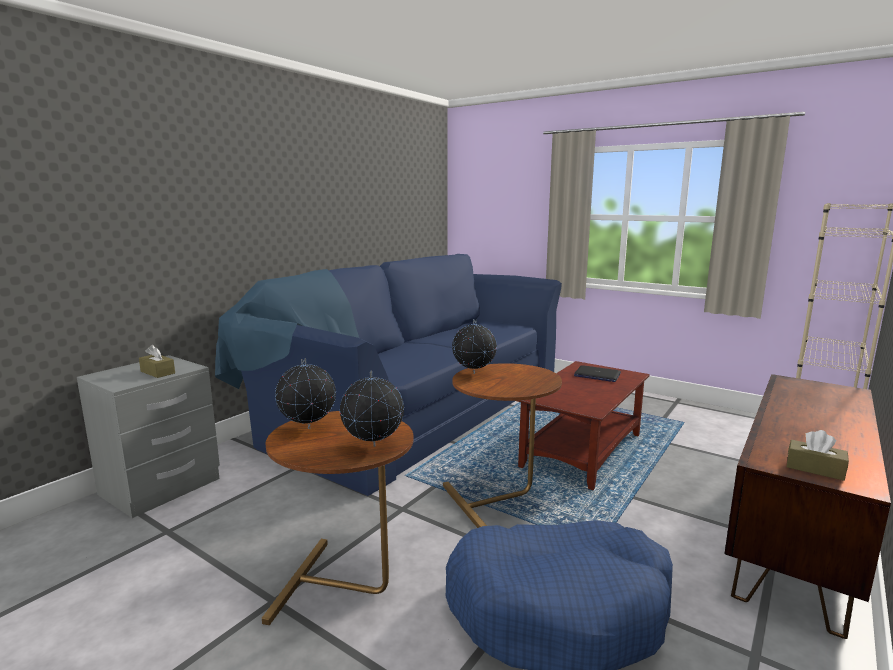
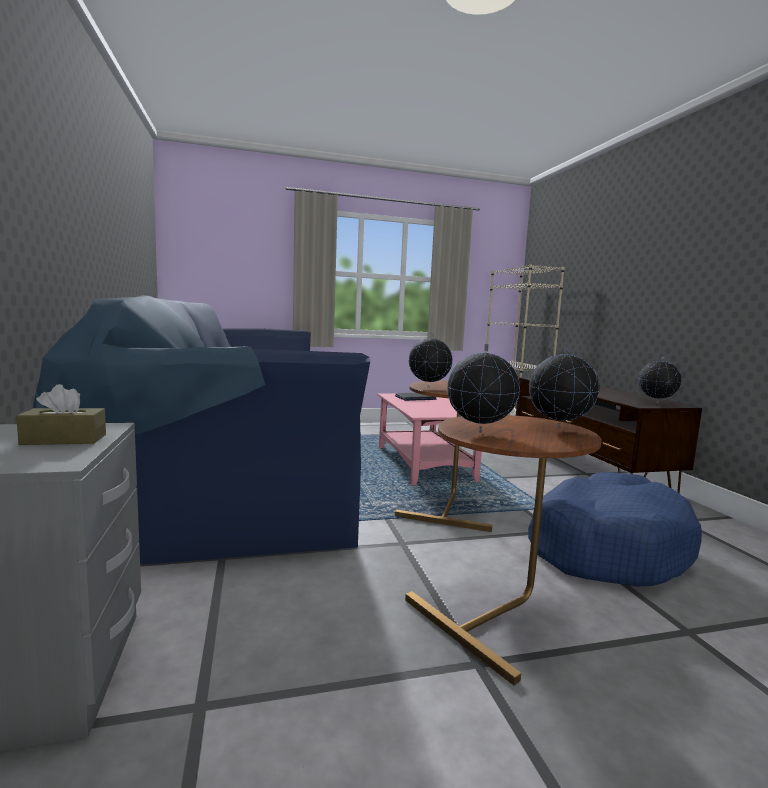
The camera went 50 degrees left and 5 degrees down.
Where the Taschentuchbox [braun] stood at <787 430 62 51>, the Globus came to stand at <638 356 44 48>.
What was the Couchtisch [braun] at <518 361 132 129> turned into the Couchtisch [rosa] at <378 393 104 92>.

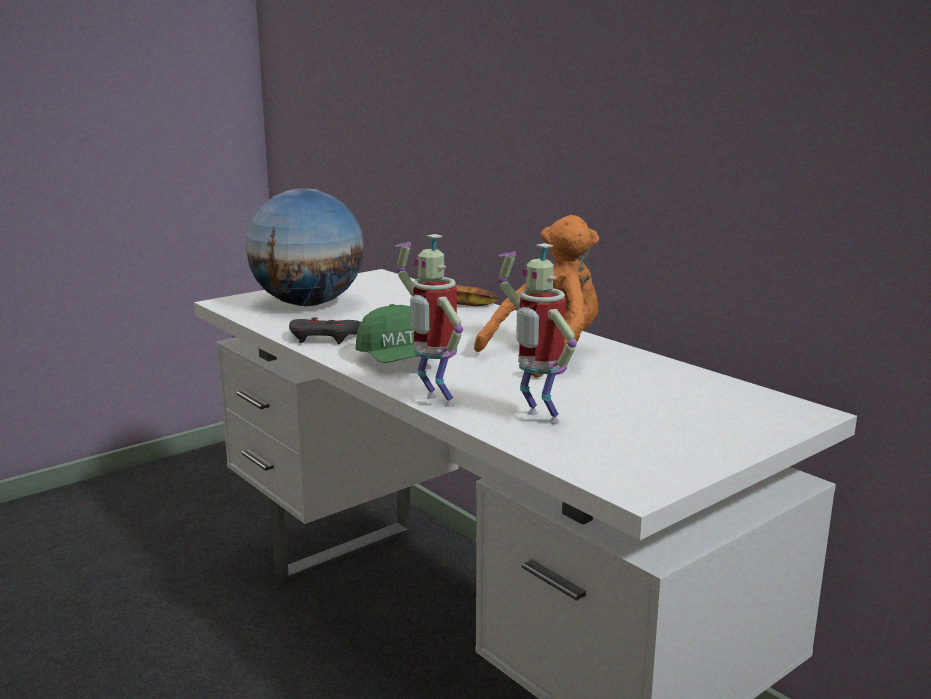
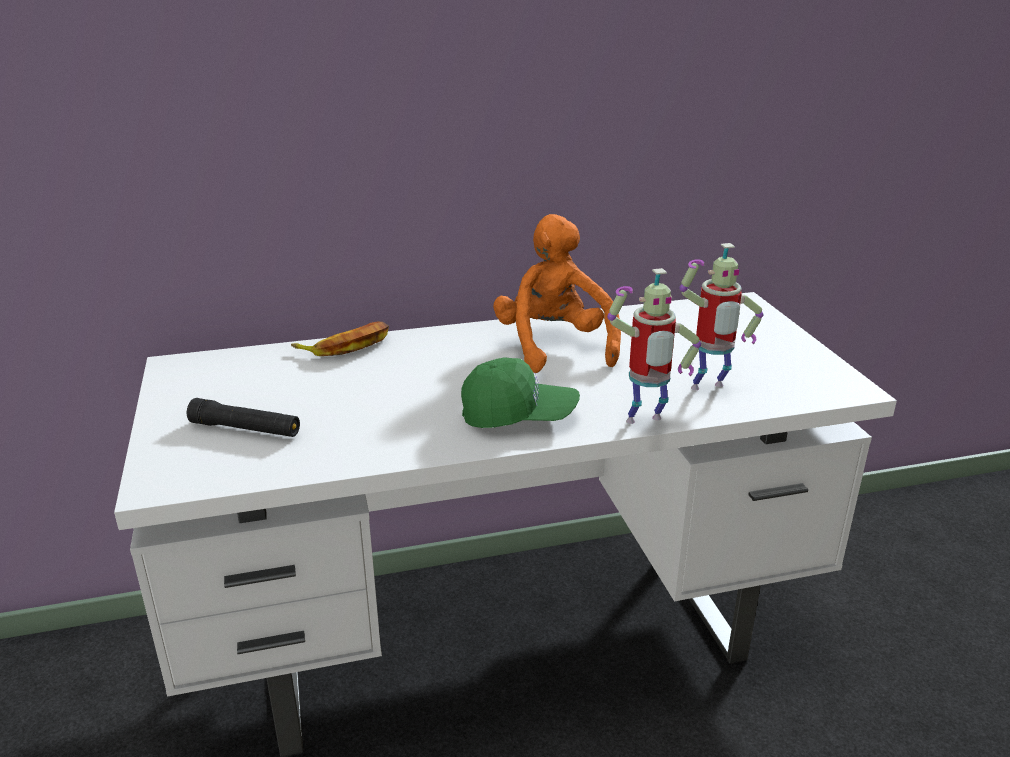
The camera went 65 degrees left and 10 degrees up.
The second view lost the Gamepad [grau] at <289 317 72 27>.
Where the Globus stood at <246 189 118 117>, the Taschenlampe [schwarz] came to stand at <187 398 113 39>.

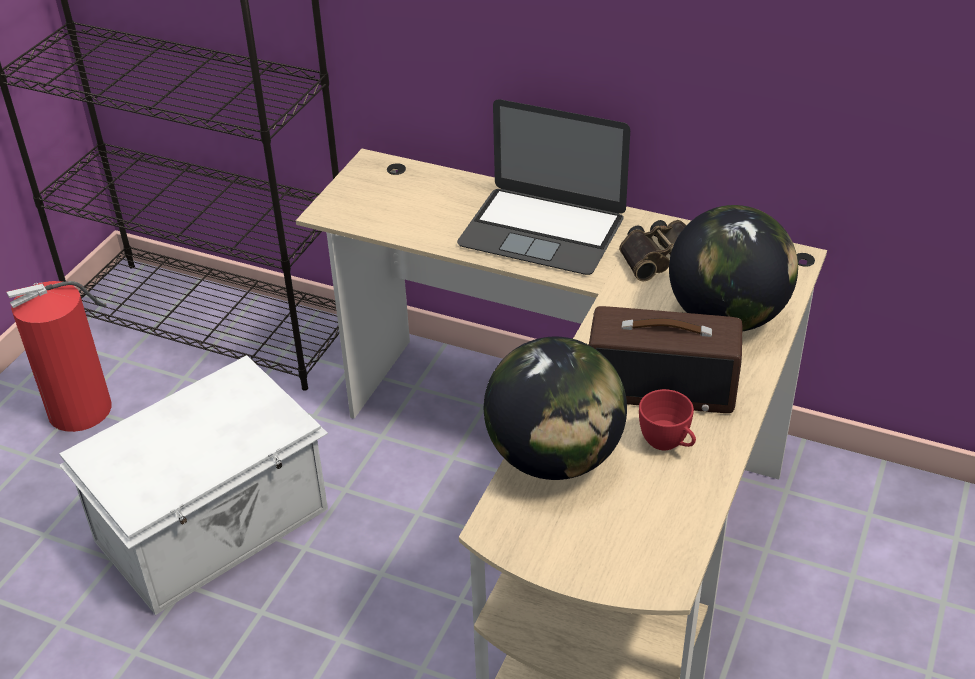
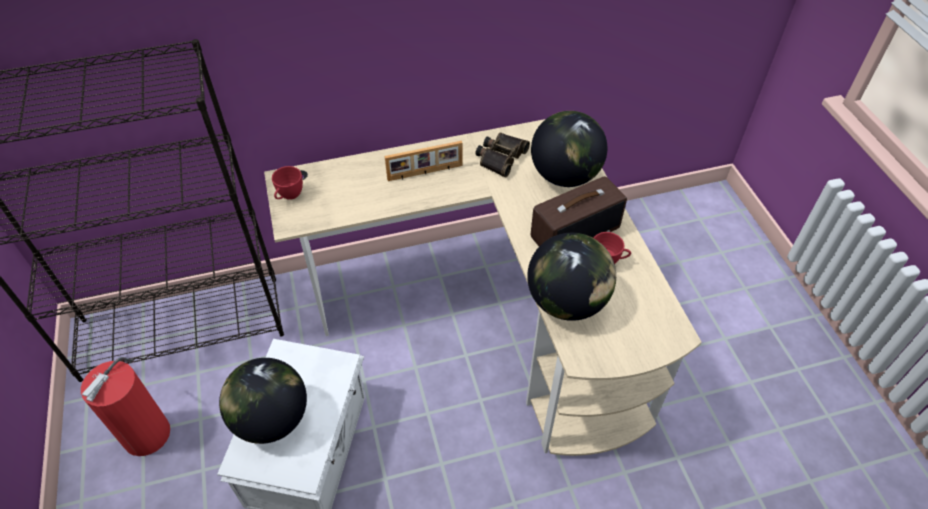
The camera went 40 degrees left and 10 degrees up.
The second view gained the Globus at <219 358 88 86>.
The second view gained the Tasse [rot] at <272 166 31 34>.
Where the Laptop stood at <457 99 173 176>, the Bilderrahmen came to stand at <385 141 78 40>.

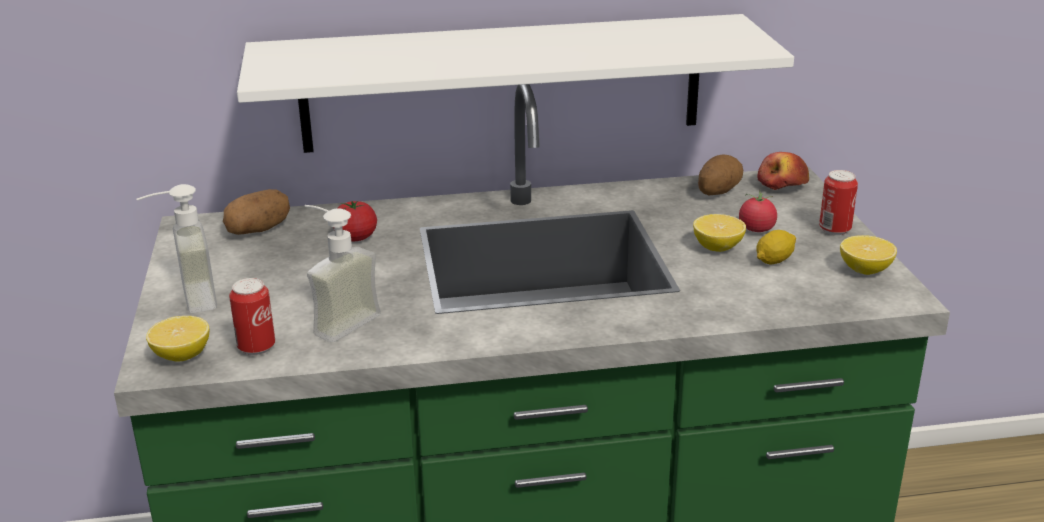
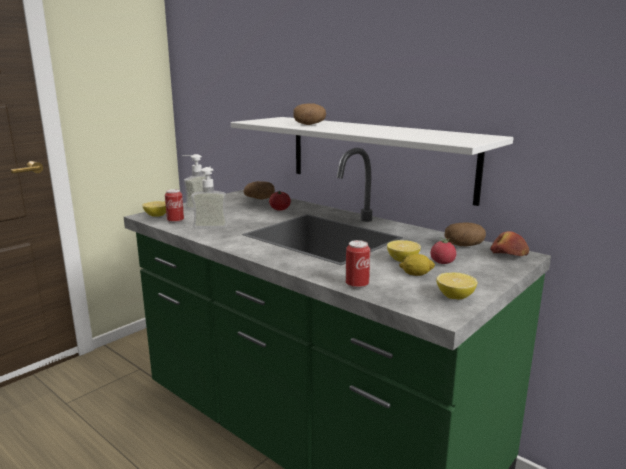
The camera went 50 degrees right and 10 degrees down.
The second view gained the Kartoffel at <293 103 33 22>.
The Dose ended up elsewhere, having gone from <819 170 39 66> to <346 240 24 49>.

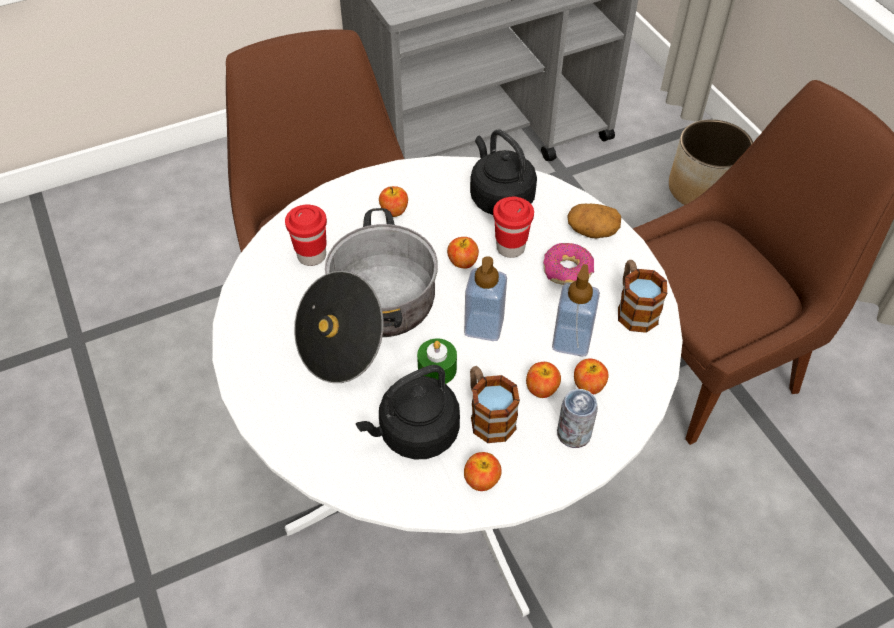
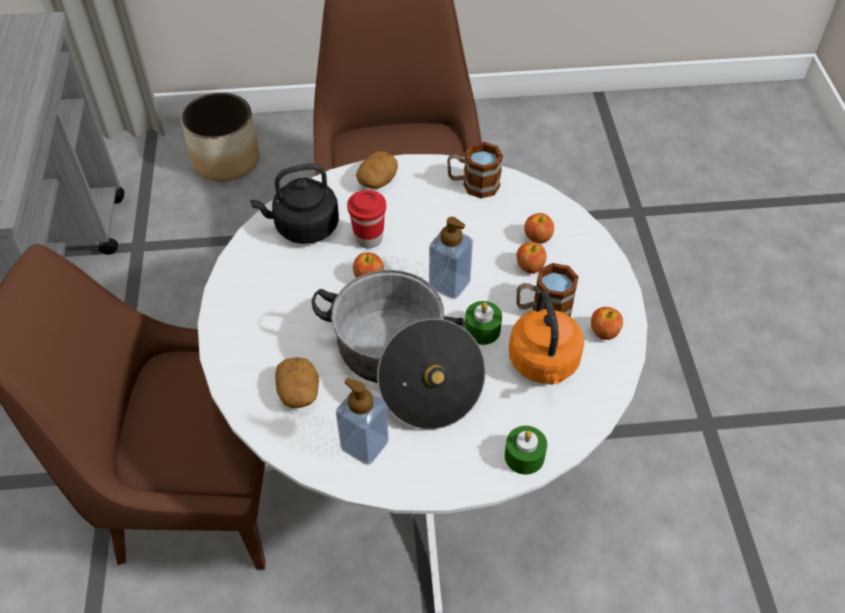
The camera went 70 degrees left and 0 degrees up.
The second view lost the Apfel at <379 186 29 31>.
The second view lost the Donut at <543 243 51 42>.
The second view lost the Dose at <557 389 41 59>.
The second view gained the Kerze [grün] at <505 426 42 49>.
The Seifenspender ended up elsewhere, having gone from <552 264 48 93> to <336 378 53 87>.
Where the Tasse [rot] stood at <285 205 42 61>, the Kartoffel came to stand at <275 357 44 51>.
What was the Wasserkessel [schwarz] at <356 365 104 95> turned into the Wasserkessel [orange] at <509 291 75 94>.

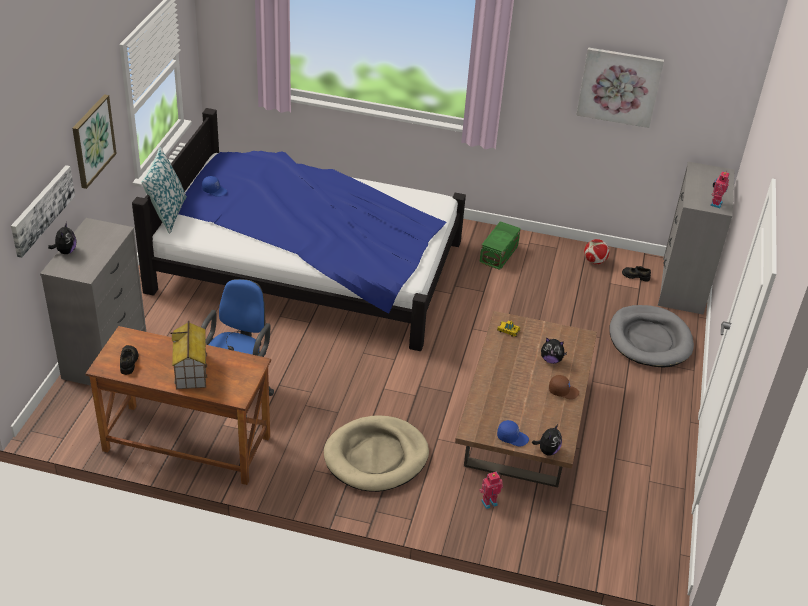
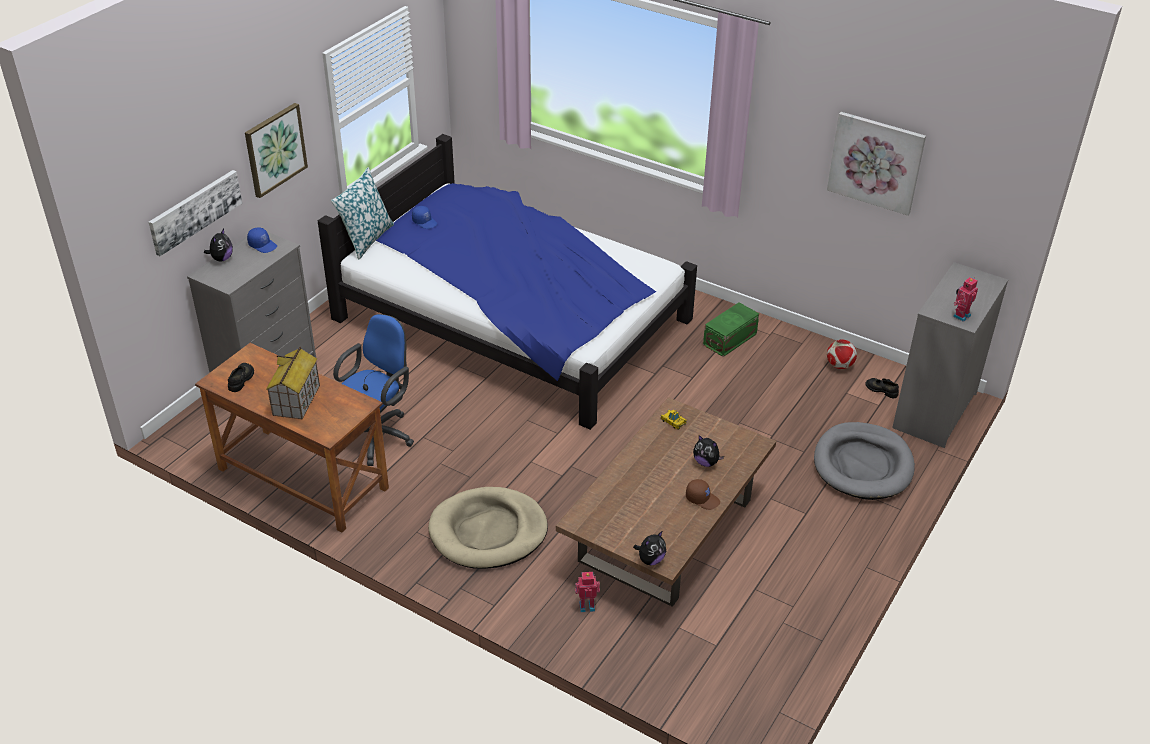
The camera went 20 degrees right and 0 degrees up.
The Kappe [blau] ended up elsewhere, having gone from <497 420 32 26> to <247 227 30 26>.

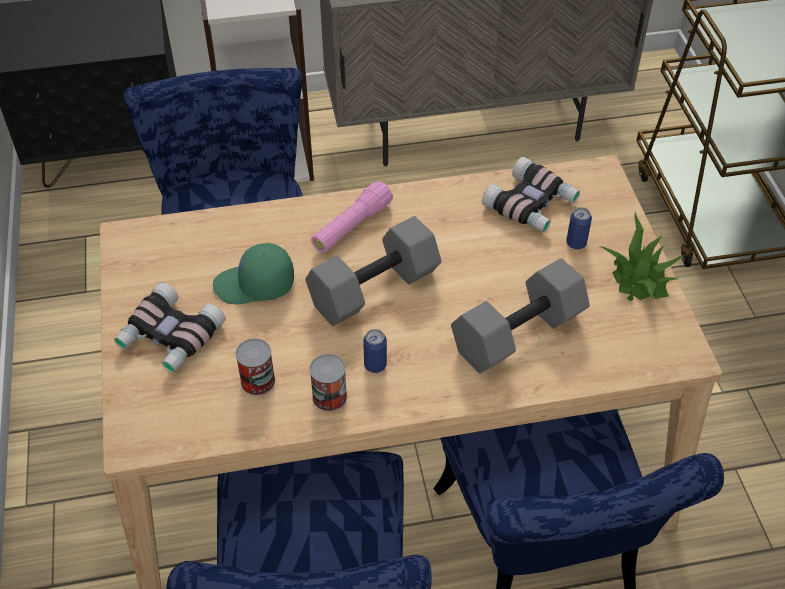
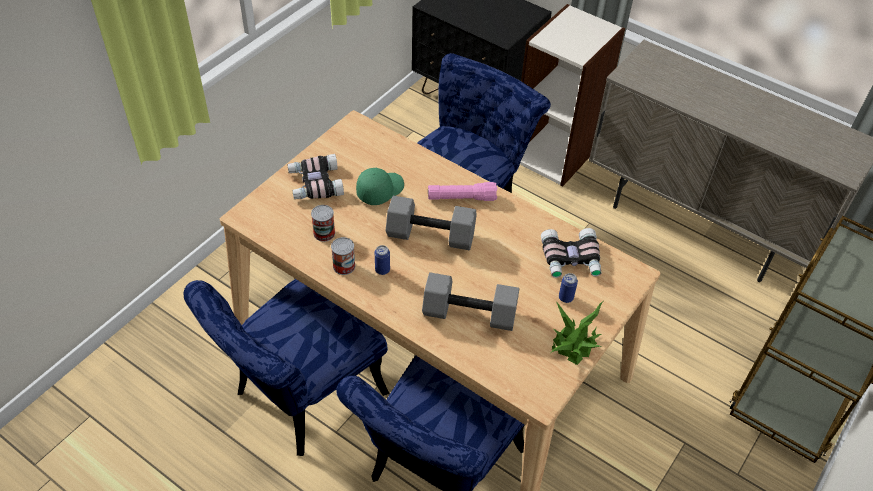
The camera went 45 degrees right and 0 degrees up.
The Kappe [grün] at <213 243 81 62> ended up facing another way, 90 degrees clockwise from before.

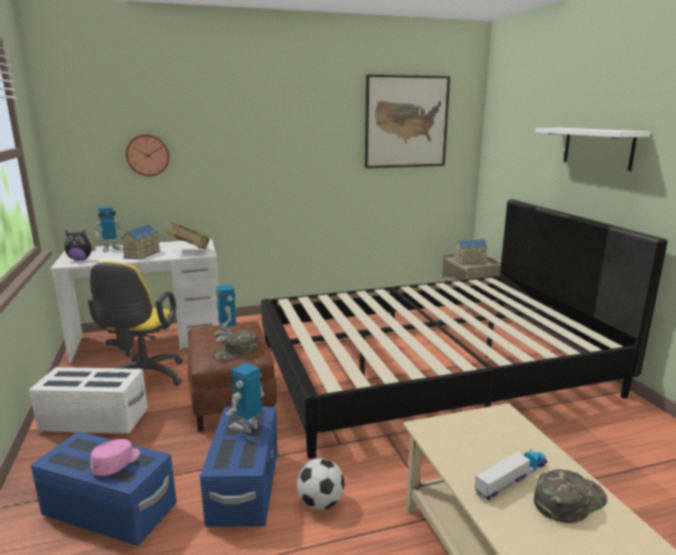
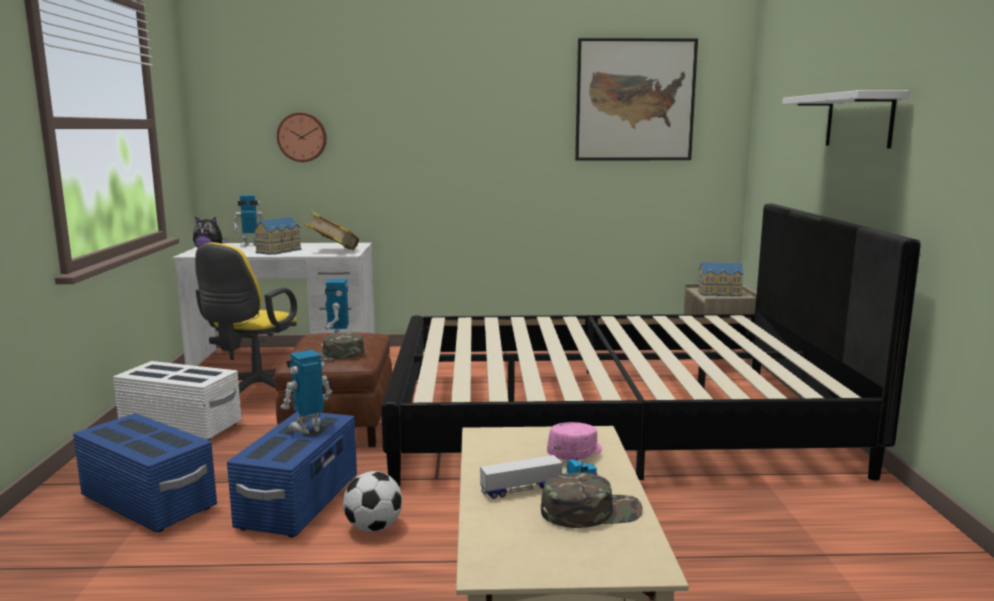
The camera went 15 degrees right and 5 degrees down.
The Kappe [rosa] ended up elsewhere, having gone from <90 439 50 37> to <547 422 55 39>.

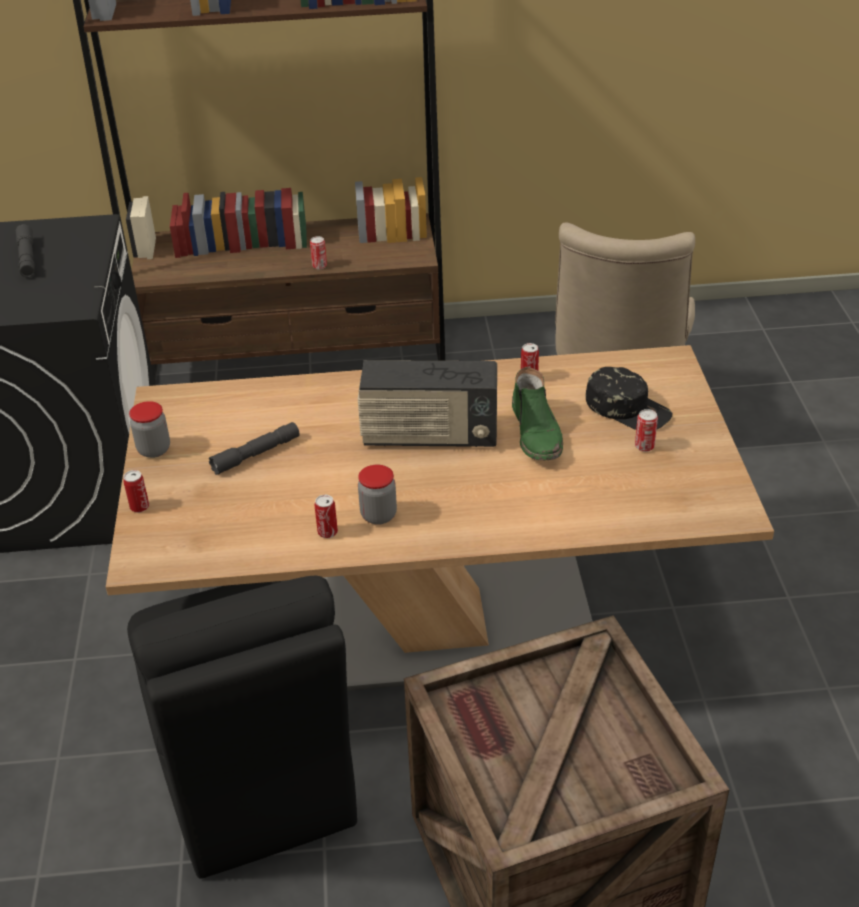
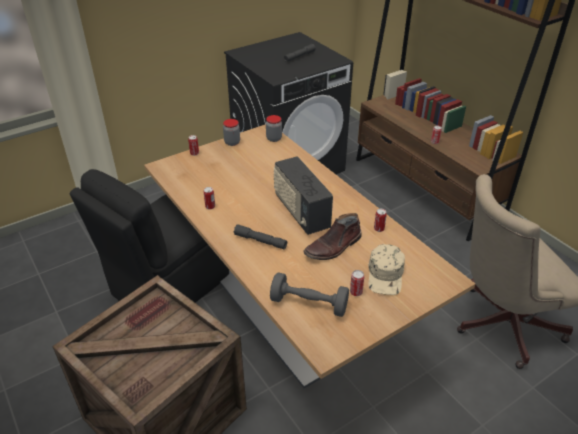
The camera went 60 degrees right and 0 degrees up.
The second view gained the Hantel [grau] at <270 272 79 45>.
The Taschenlampe [grau] ended up elsewhere, having gone from <209 422 91 53> to <234 224 53 25>.
The Vorratsglas ended up elsewhere, having gone from <358 464 39 61> to <266 115 16 27>.
What was the Stiefel [grün] at <512 367 51 93> turned into the Stiefel [braun] at <303 213 59 47>.
What was the Kappe [schwarz] at <586 367 87 63> turned into the Kappe [beige] at <369 244 36 51>.

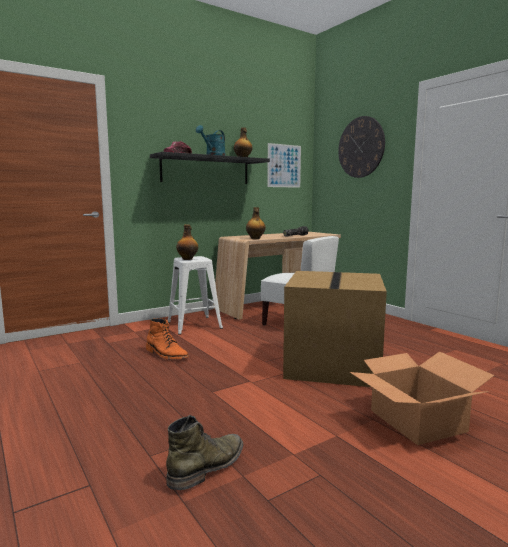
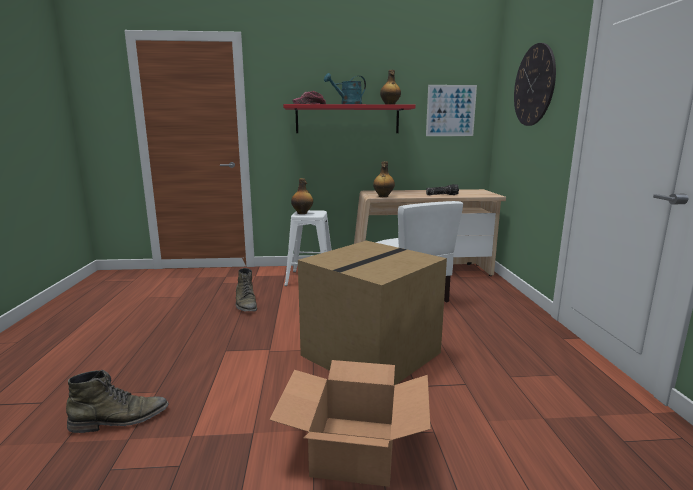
The camera went 30 degrees right and 5 degrees up.
What was the Stiefel [orange] at <146 318 43 41> turned into the Stiefel [grün] at <236 268 21 43>.
What was the Wandregal [schwarz] at <150 152 120 32> turned into the Wandregal [rot] at <283 104 133 29>.

